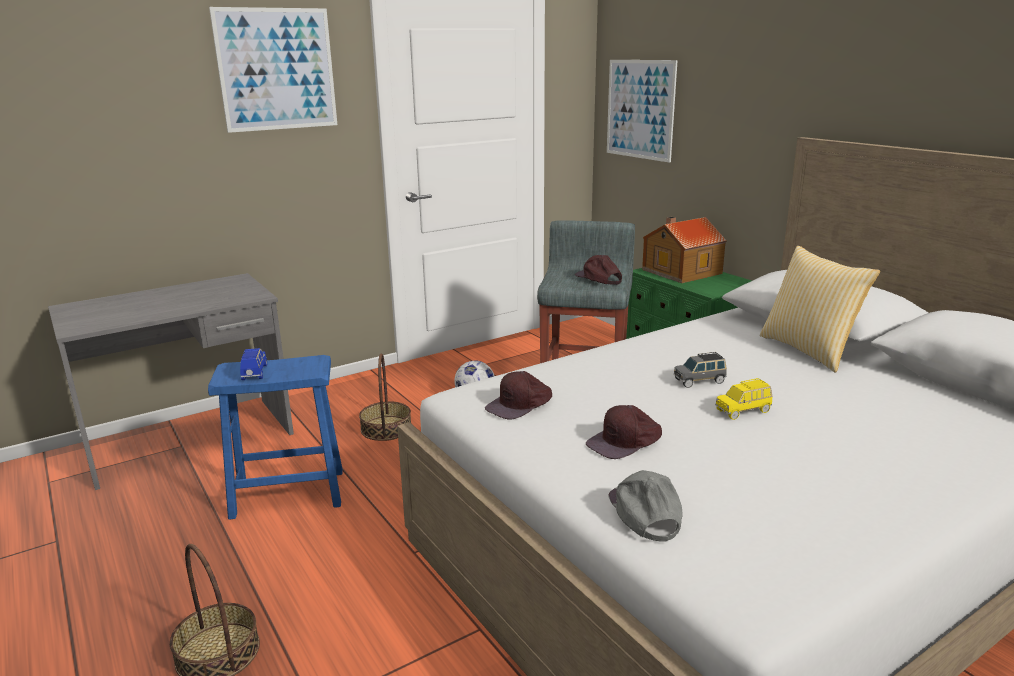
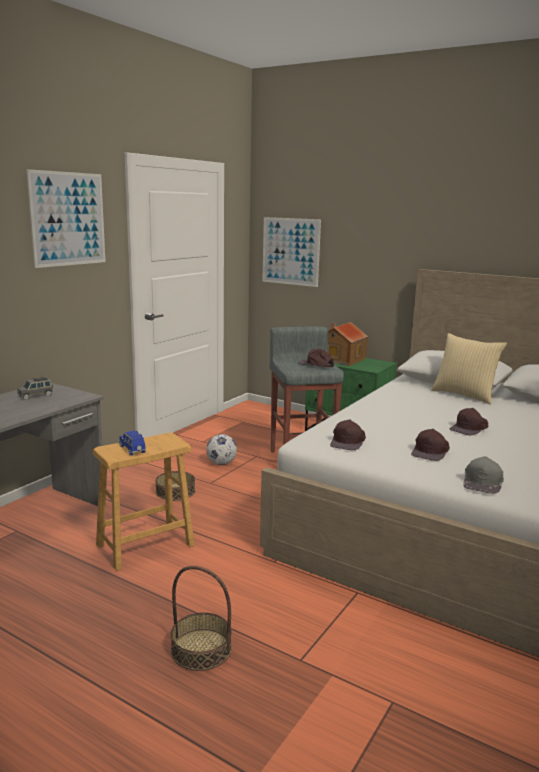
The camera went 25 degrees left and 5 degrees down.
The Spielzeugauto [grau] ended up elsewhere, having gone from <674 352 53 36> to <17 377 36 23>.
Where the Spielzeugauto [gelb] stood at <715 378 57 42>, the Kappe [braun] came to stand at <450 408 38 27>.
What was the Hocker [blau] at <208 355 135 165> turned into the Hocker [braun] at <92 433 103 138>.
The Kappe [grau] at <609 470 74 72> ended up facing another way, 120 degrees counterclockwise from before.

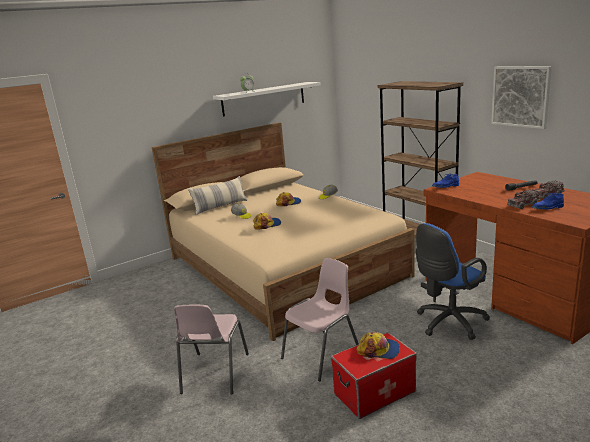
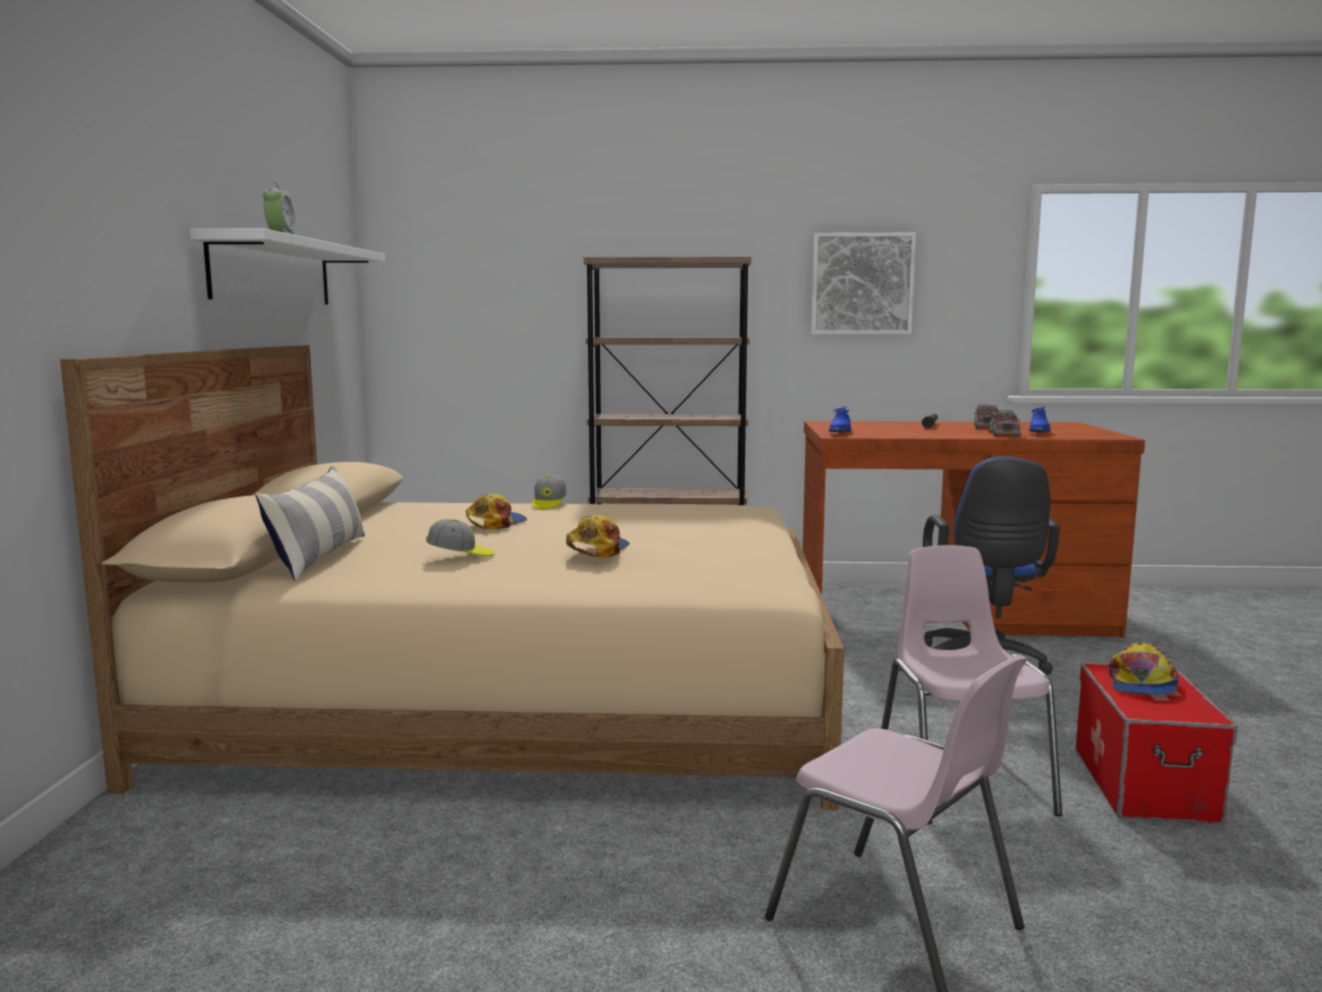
The camera went 55 degrees left and 10 degrees down.
The Kappe at <356 332 44 27> ended up facing another way, 150 degrees clockwise from before.

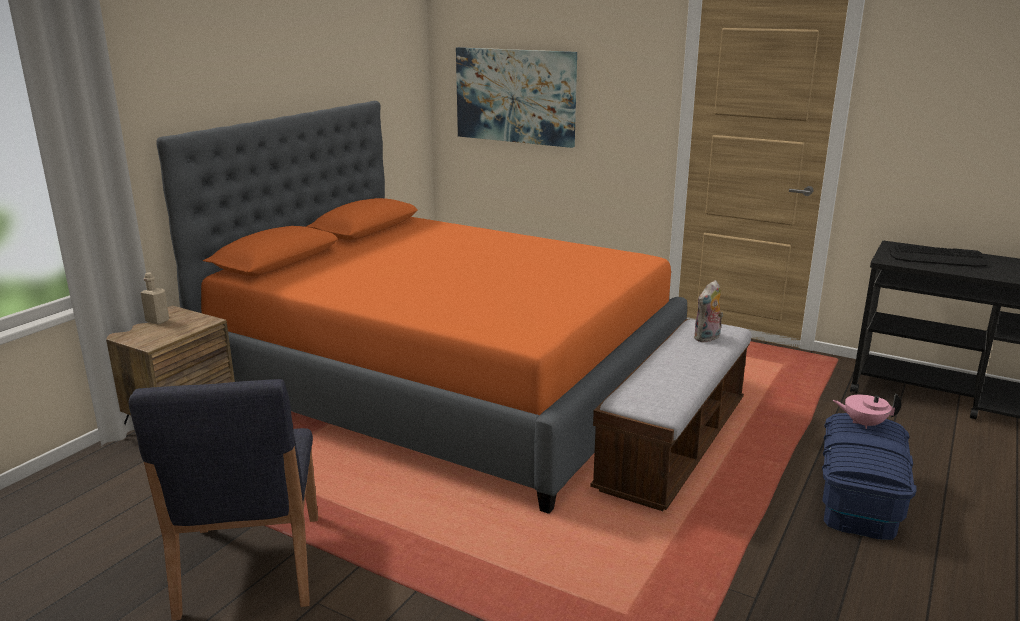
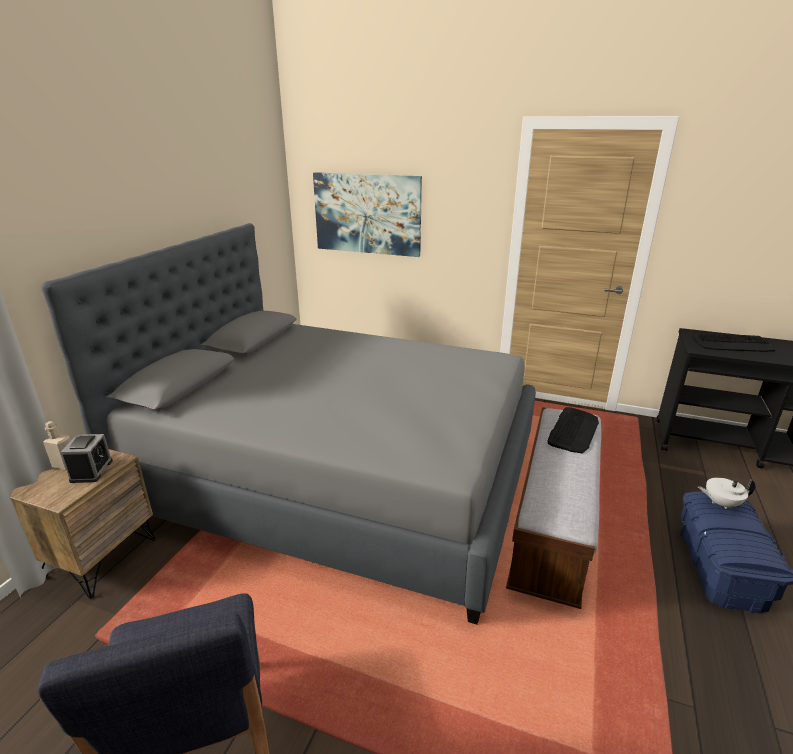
The camera went 10 degrees left and 5 degrees up.
The second view gained the Wecker at <61 434 52 49>.
Where the Plüschtier stood at <693 280 30 63>, the Tastatur came to stand at <547 407 52 46>.
What was the Bett [orange] at <156 101 531 413> turned into the Bett [grau] at <41 223 495 402>.
What was the Teekanne [rosa] at <833 393 68 36> turned into the Teekanne [weiß] at <698 477 57 32>.

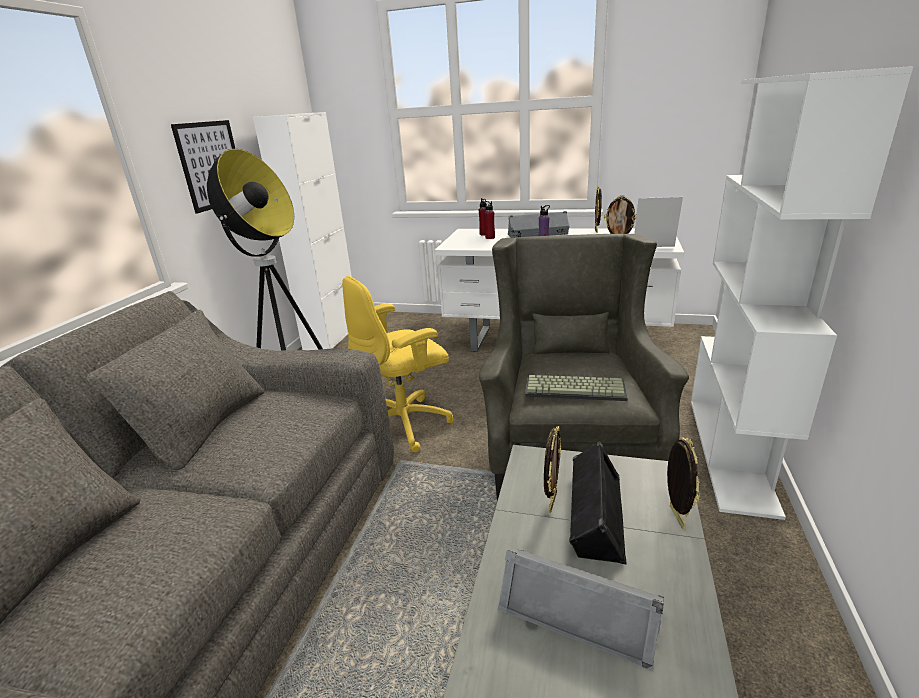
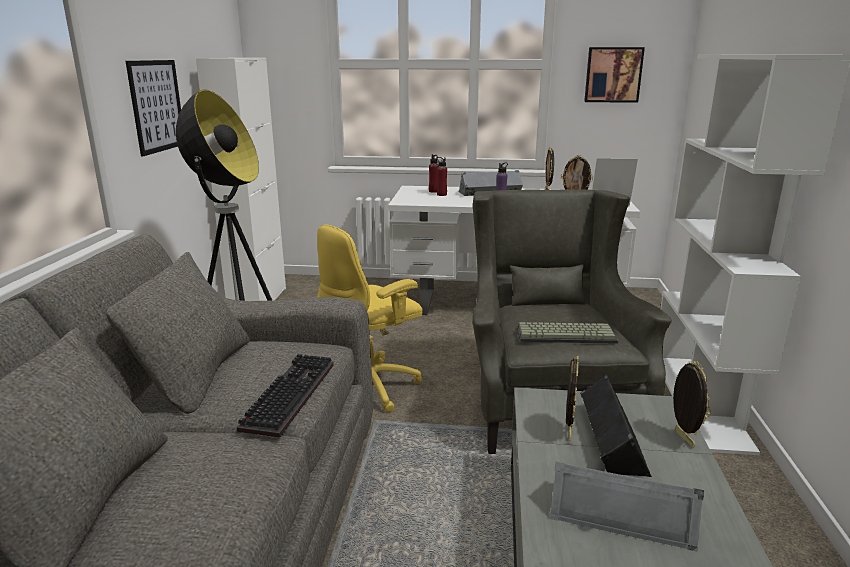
The camera went 10 degrees left and 5 degrees down.
The second view gained the Tastatur at <237 354 97 83>.
The second view gained the Bild at <584 47 61 56>.

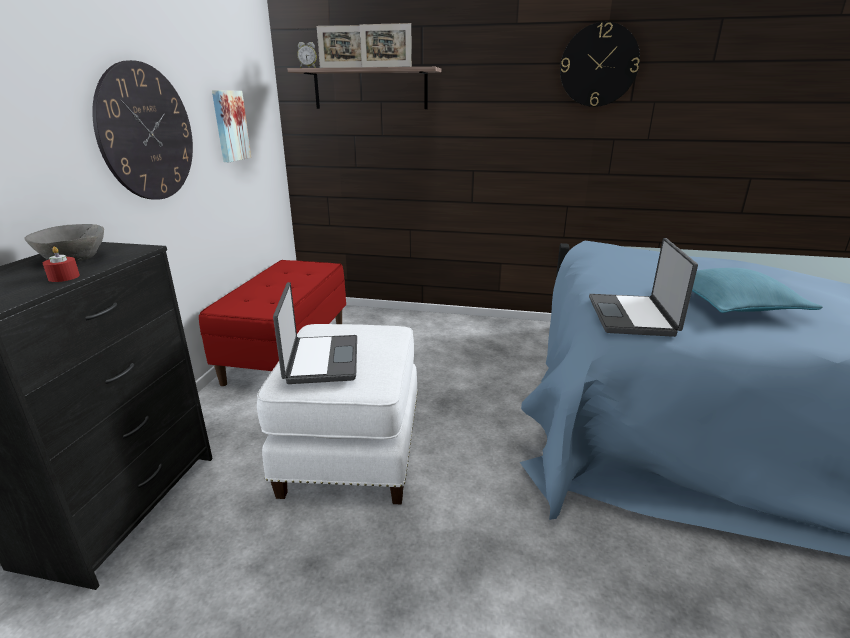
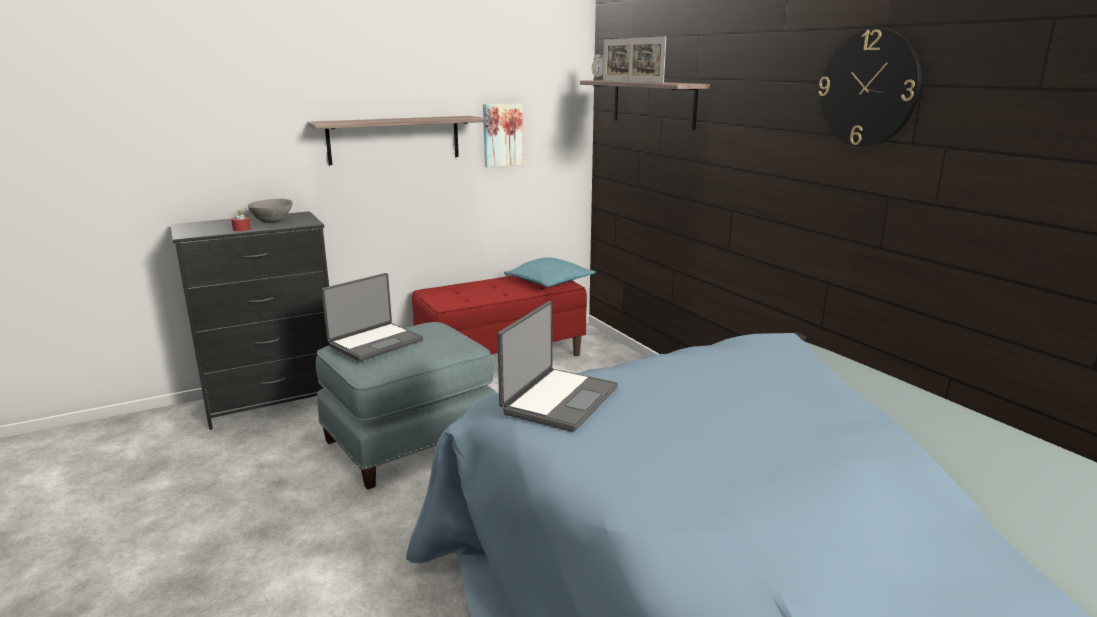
The camera went 50 degrees right and 5 degrees down.
The Kissen [türkis] ended up elsewhere, having gone from <692 268 131 45> to <504 257 92 30>.
Where the Wanduhr hung at <92 60 101 140>, the Wandregal came to hang at <307 116 177 49>.
What was the Polsterhocker [weiß] at <257 324 161 180> turned into the Polsterhocker [blau] at <316 322 181 167>.
The Laptop at <589 238 109 99> ended up facing another way, 150 degrees clockwise from before.

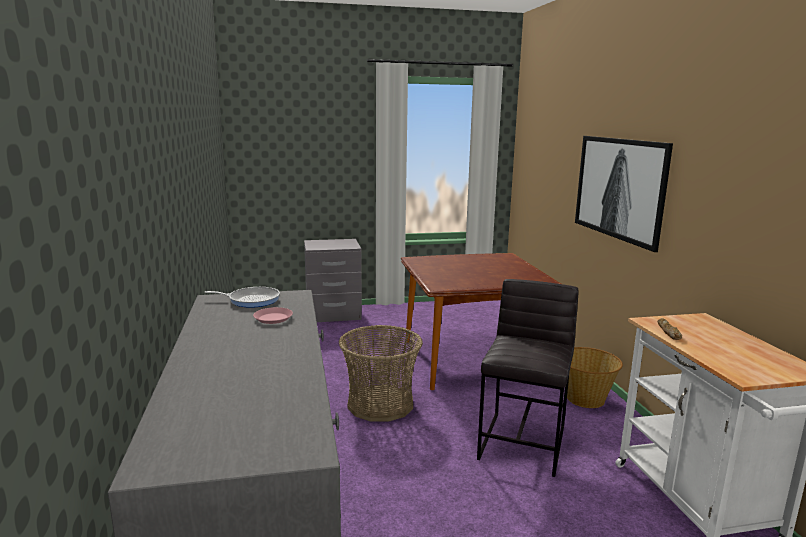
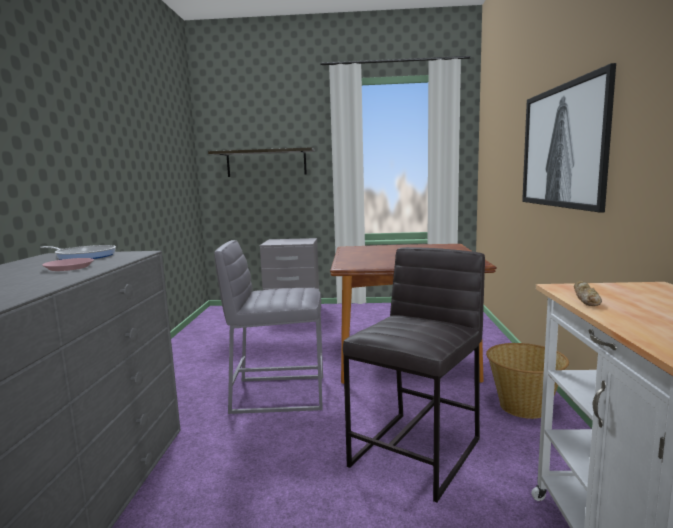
The camera went 15 degrees right and 5 degrees down.
The second view gained the Wandregal at <208 147 107 30>.
Where the Korb stood at <339 325 84 97>, the Hocker [grau] came to stand at <214 240 109 174>.

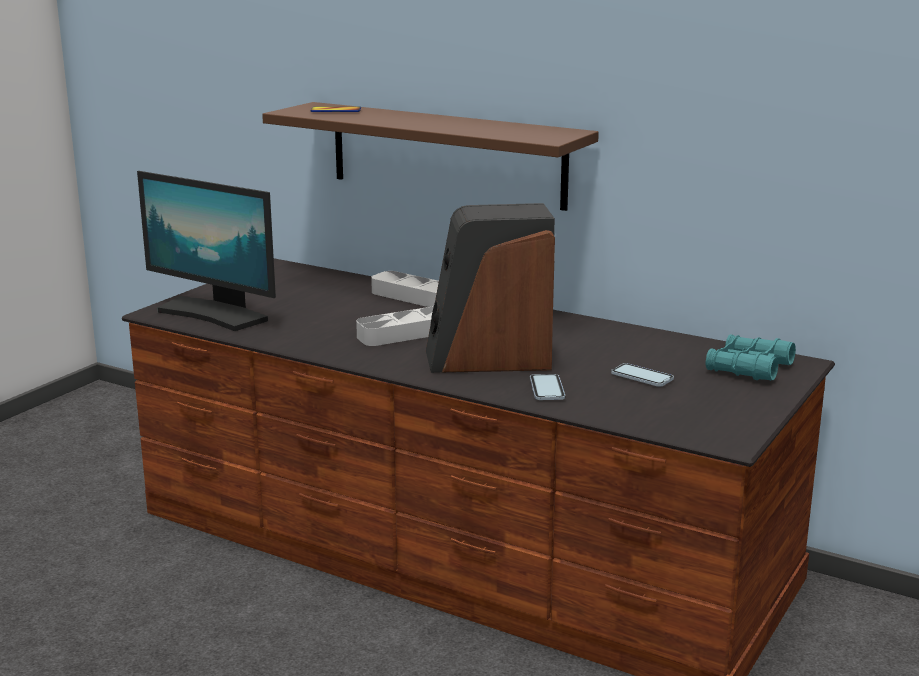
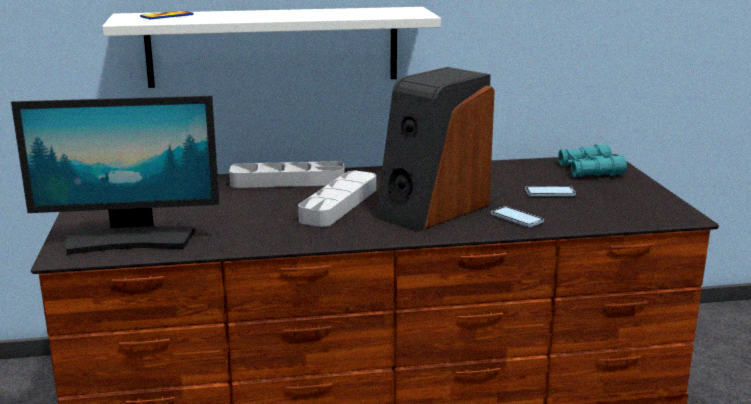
The camera went 40 degrees left and 0 degrees up.
What was the Wandregal [braun] at <262 102 337 109> turned into the Wandregal [weiß] at <102 7 339 81>.

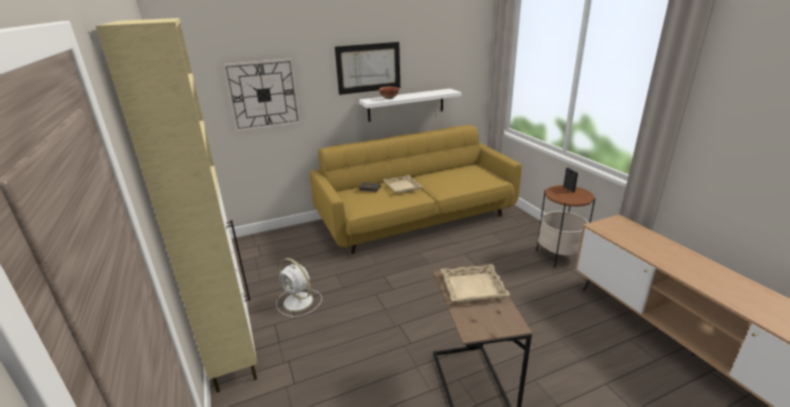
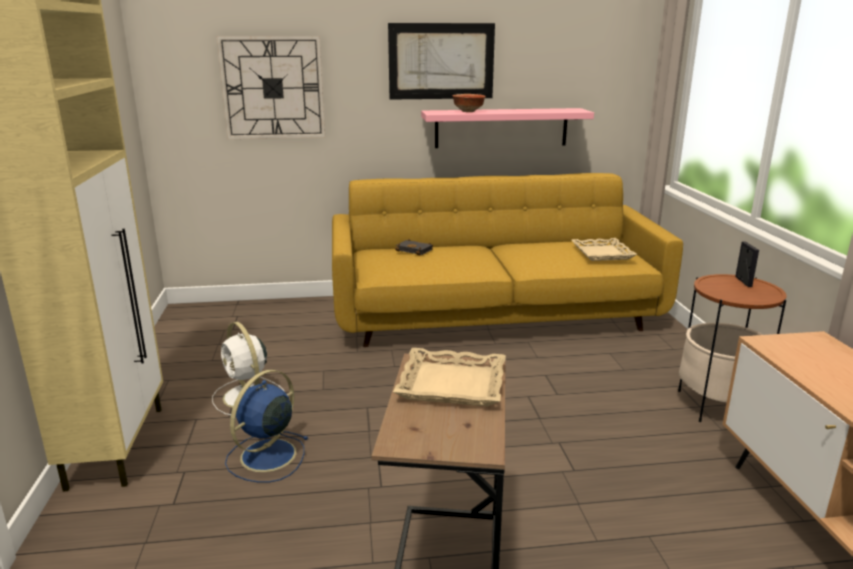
The camera went 15 degrees right and 5 degrees down.
The second view gained the Ventilator [blau] at <225 370 84 113>.
The Tablett [beige] ended up elsewhere, having gone from <383 175 39 19> to <572 238 65 23>.
What was the Wandregal [weiß] at <359 89 102 33> turned into the Wandregal [rosa] at <421 108 173 40>.

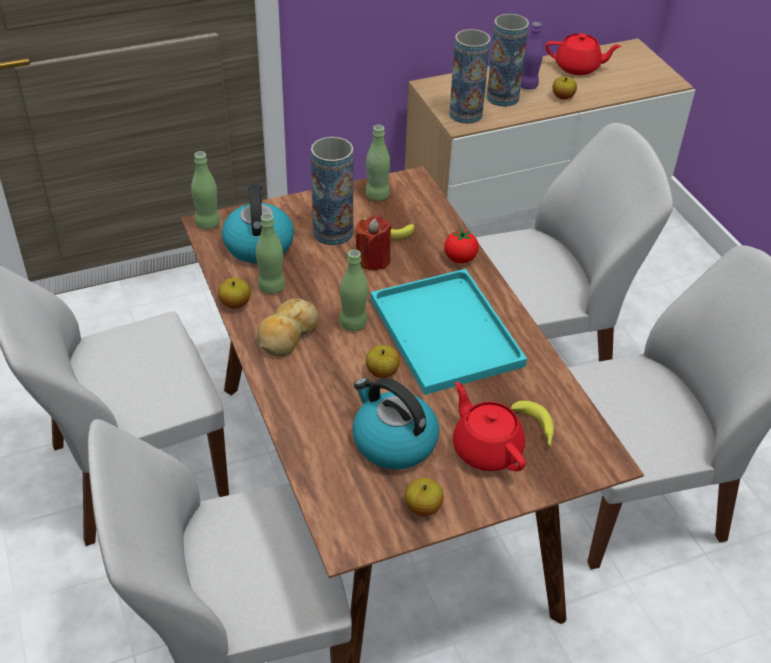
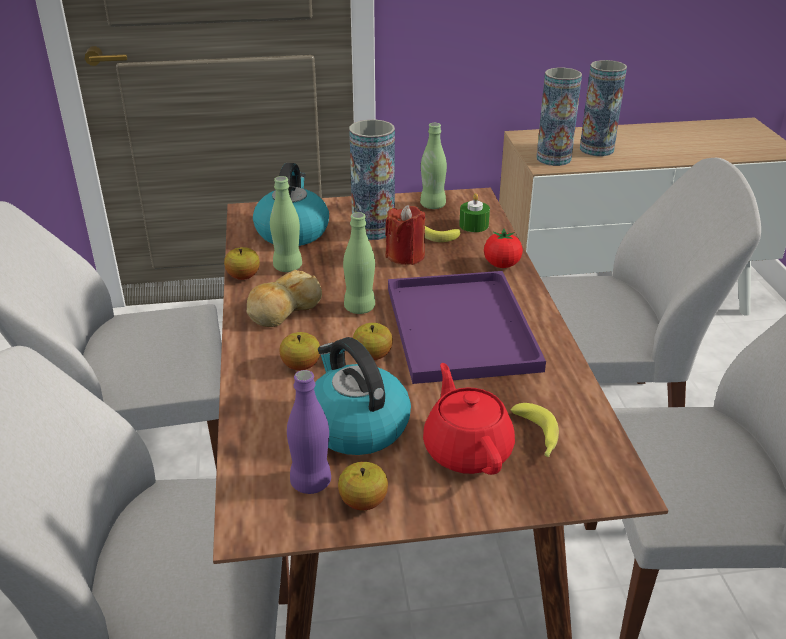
The camera went 15 degrees right and 10 degrees down.
The second view lost the Flasche [grün] at <191 151 30 79>.
The second view lost the Teekanne [rot] at <545 33 76 42>.
The second view gained the Kerze [grün] at <459 193 31 39>.
The Flasche [lila] ended up elsewhere, having gone from <521 22 22 68> to <287 370 44 124>.
The Apfel ended up elsewhere, having gone from <552 76 25 24> to <279 332 41 39>.
What was the Tablett [türkis] at <371 269 156 126> turned into the Tablett [lila] at <388 271 158 113>.

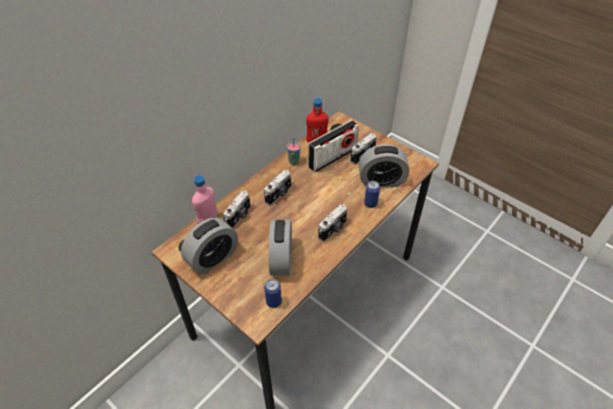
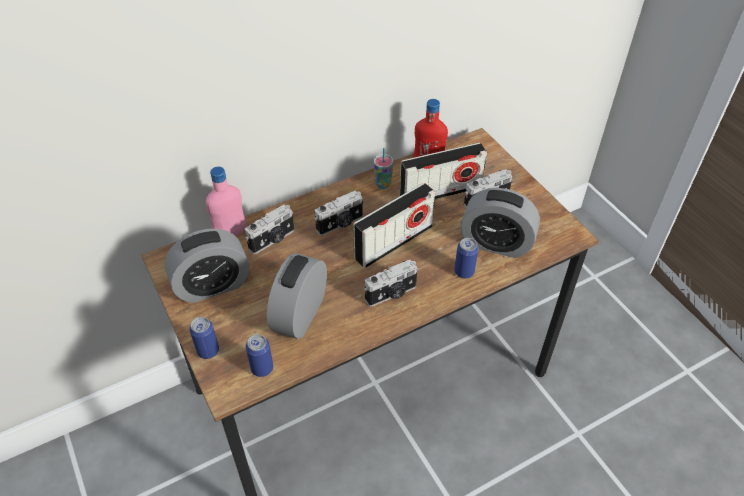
The camera went 20 degrees right and 0 degrees up.
The second view gained the Dose at <189 317 30 42>.
The second view gained the Radio at <353 183 82 85>.

